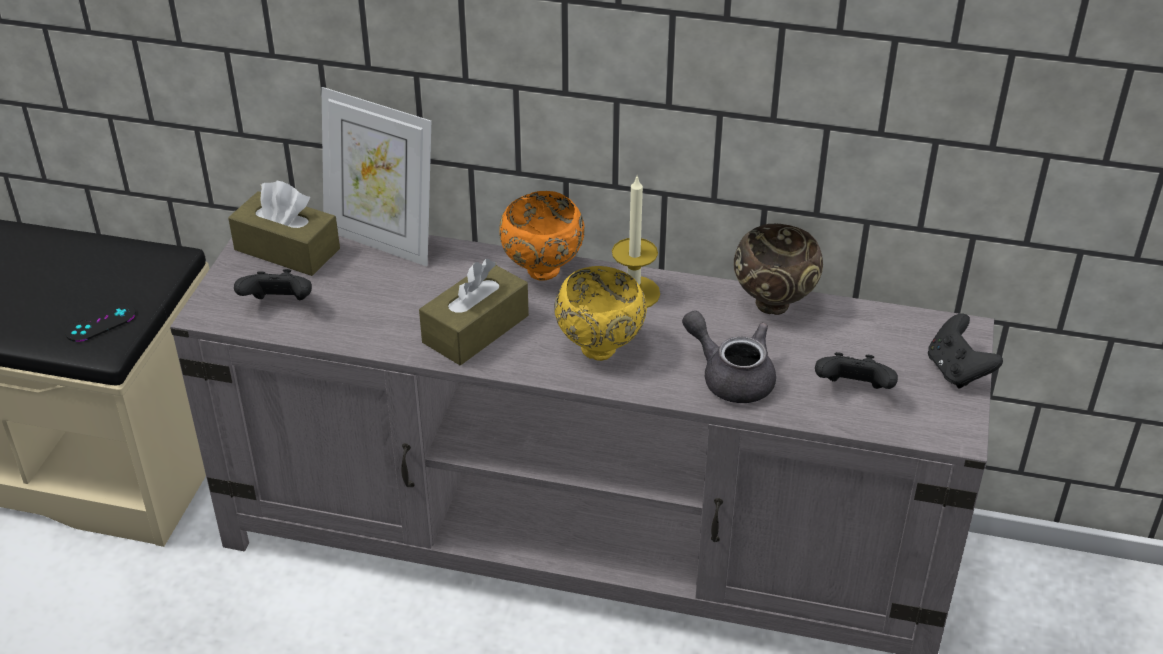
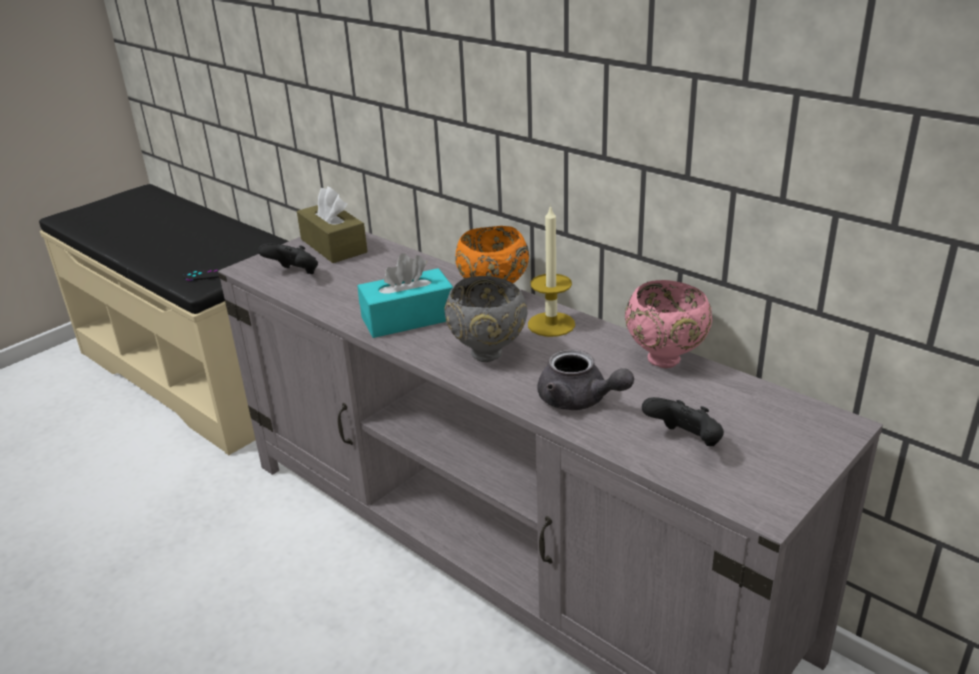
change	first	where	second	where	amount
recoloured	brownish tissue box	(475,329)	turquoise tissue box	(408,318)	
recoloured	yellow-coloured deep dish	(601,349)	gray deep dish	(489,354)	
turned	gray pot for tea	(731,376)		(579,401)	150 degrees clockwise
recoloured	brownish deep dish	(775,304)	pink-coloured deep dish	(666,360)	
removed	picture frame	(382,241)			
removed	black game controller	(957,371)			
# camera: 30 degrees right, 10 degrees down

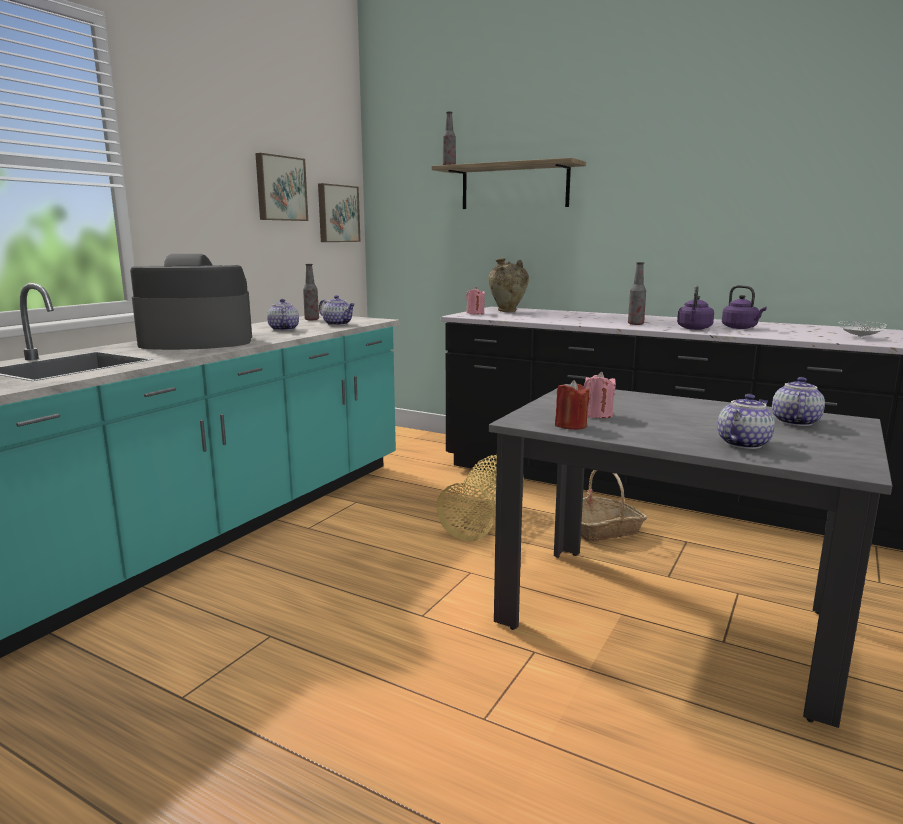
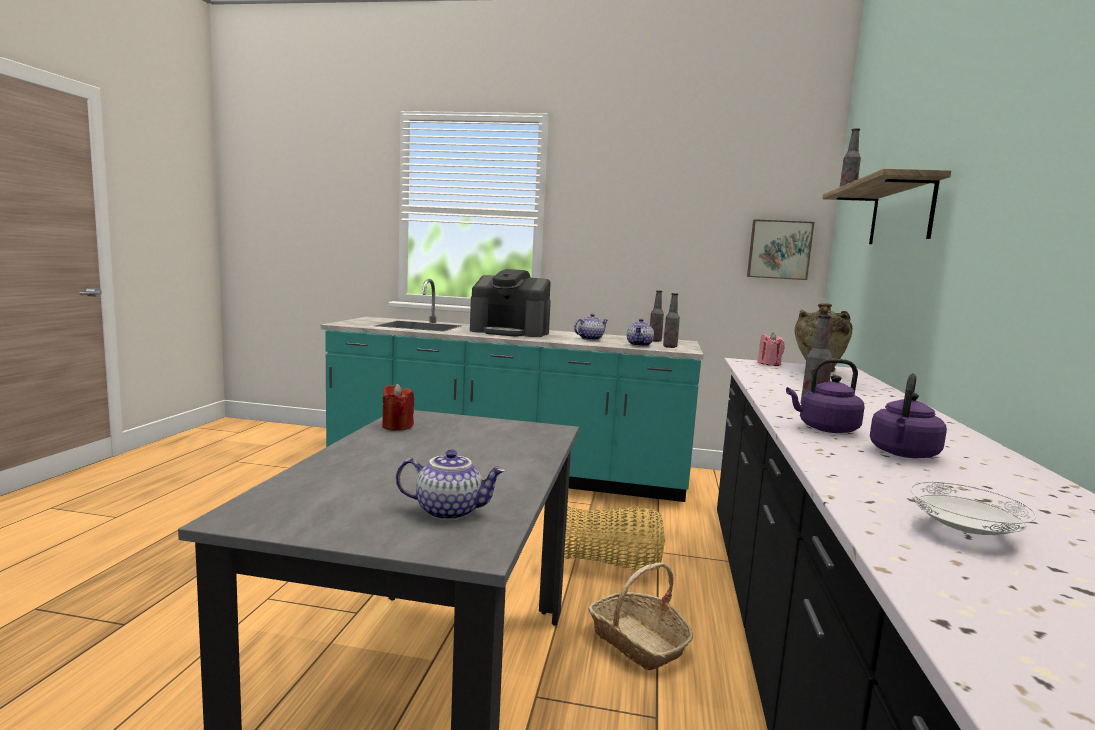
change	first	where	second	where	amount
turned	coffee brewer	(196,342)		(510,332)	135 degrees clockwise
added			beverage bottle	(670,347)	
removed	wall art	(280,188)			
removed	pink-coloured wax candle	(597,415)			
removed	pot for tea	(742,443)			
# camera: 70 degrees right, 5 degrees down

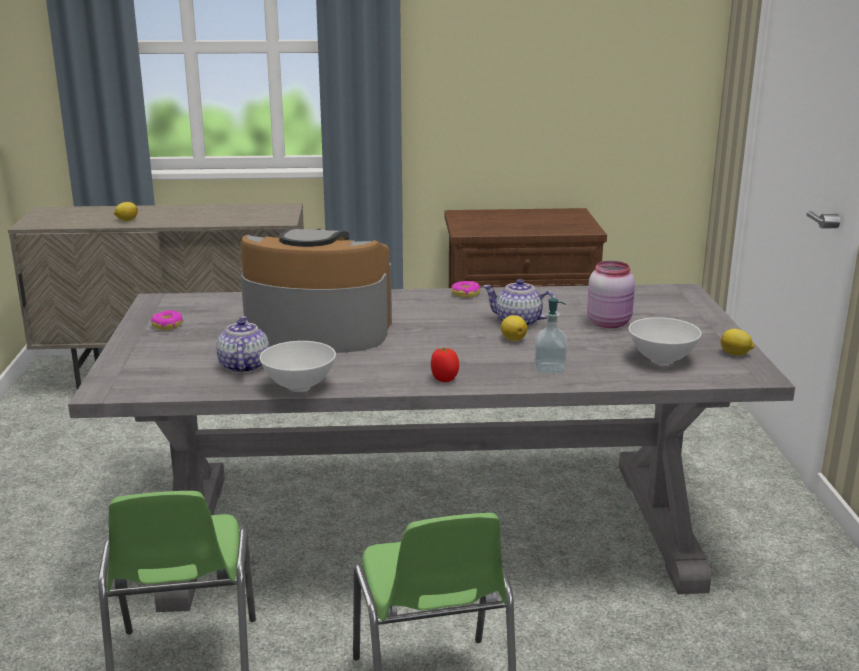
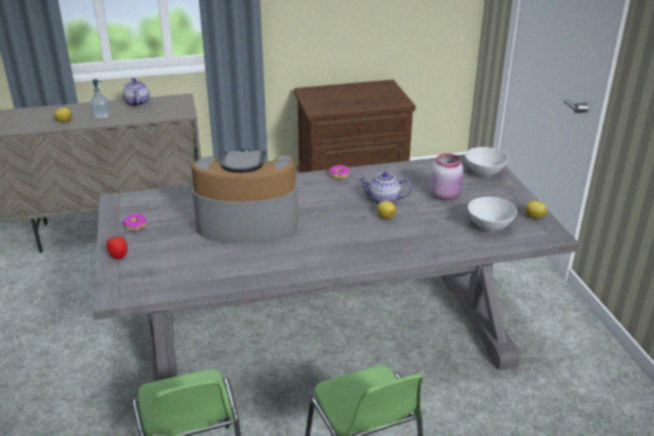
change	first	where	second	where	amount
moved	liquid soap bottle	(549,369)		(101,116)	
moved	whole tomato	(444,379)		(118,256)	
moved	pot for tea	(243,366)		(137,103)	
moved	whitish deep dish	(298,387)		(484,174)	
# camera: 10 degrees left, 10 degrees up

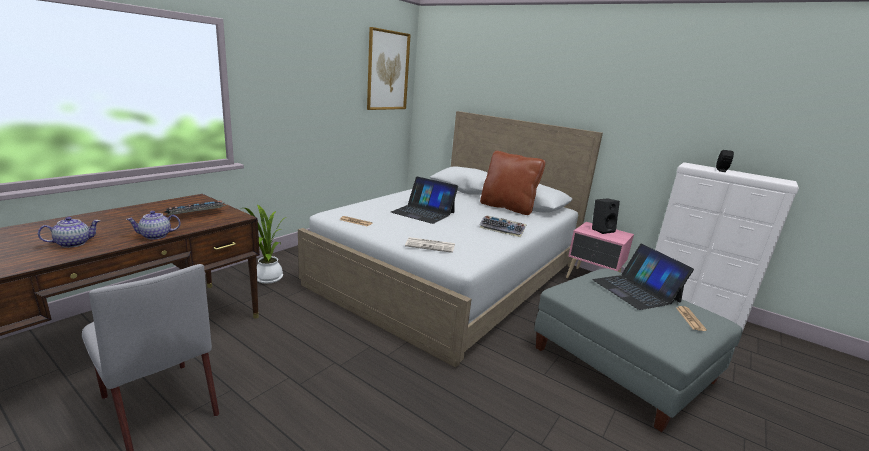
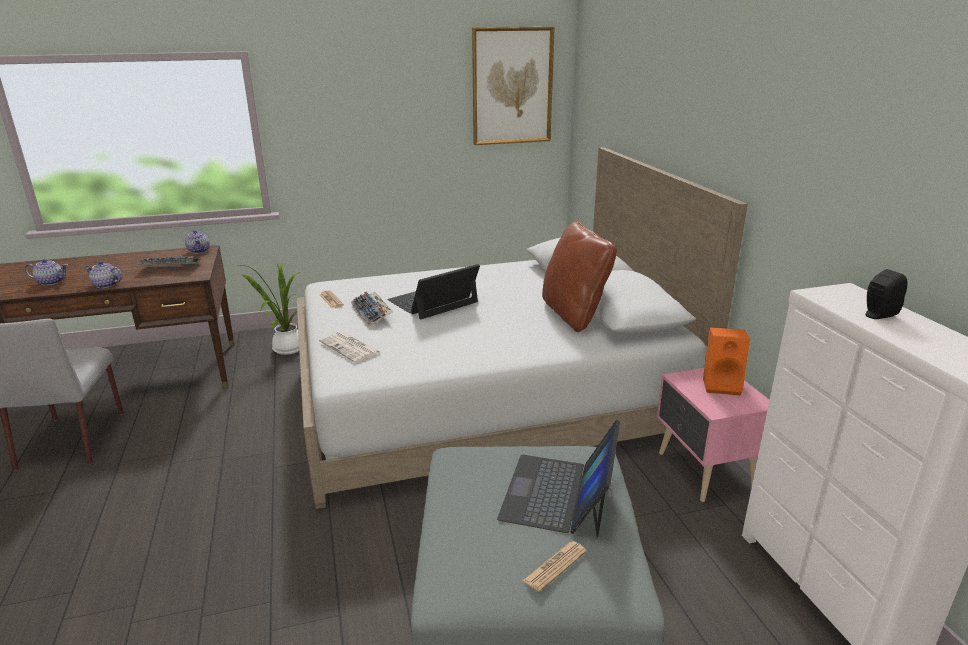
change	first	where	second	where	amount
added			pot for tea	(199,251)	
moved	computer keyboard	(503,229)		(372,313)	
turned	notebook computer	(423,212)		(433,301)	75 degrees clockwise
recoloured	black audio speaker	(602,230)	orangey audio speaker	(722,385)	
# camera: 40 degrees right, 5 degrees up

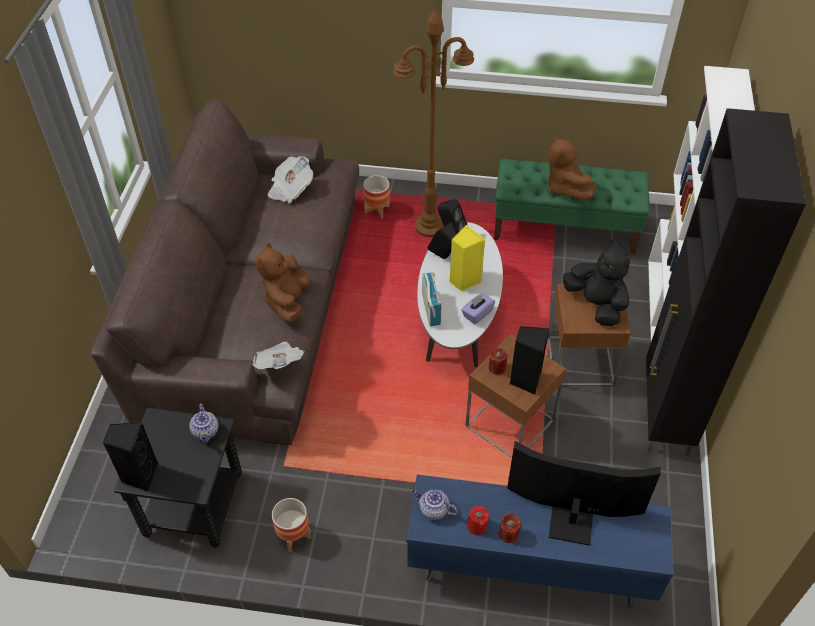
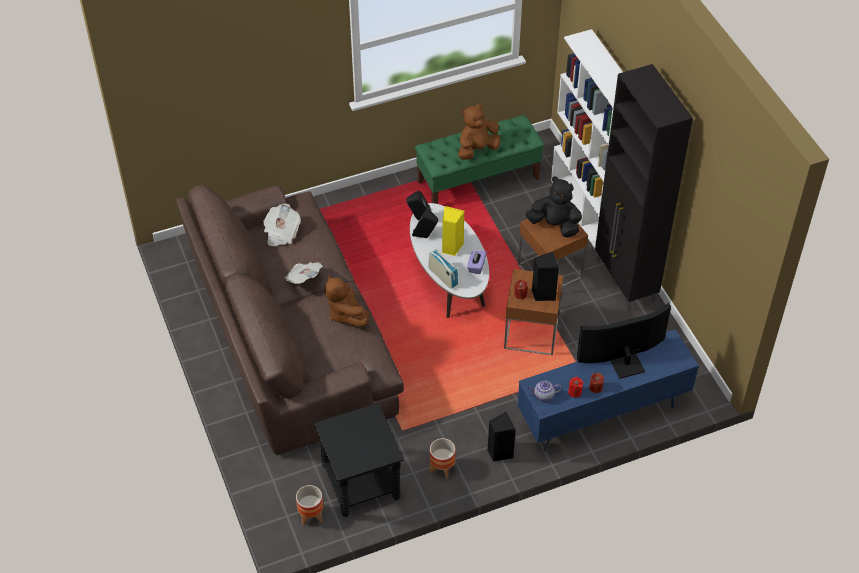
change	first	where	second	where	amount
moved	newspaper	(279,364)		(303,278)	
moved	flower pot	(377,210)		(311,515)	
turned	brownish soft toy	(565,188)		(477,149)	105 degrees clockwise
moved	black audio speaker	(139,475)		(499,452)	
removed	pot for tea	(206,432)			
removed	brownish standard lamp	(430,227)			
# camera: 30 degrees left, 0 degrees up

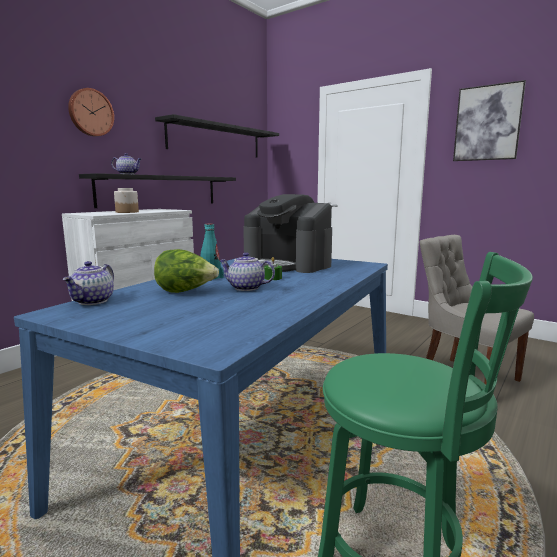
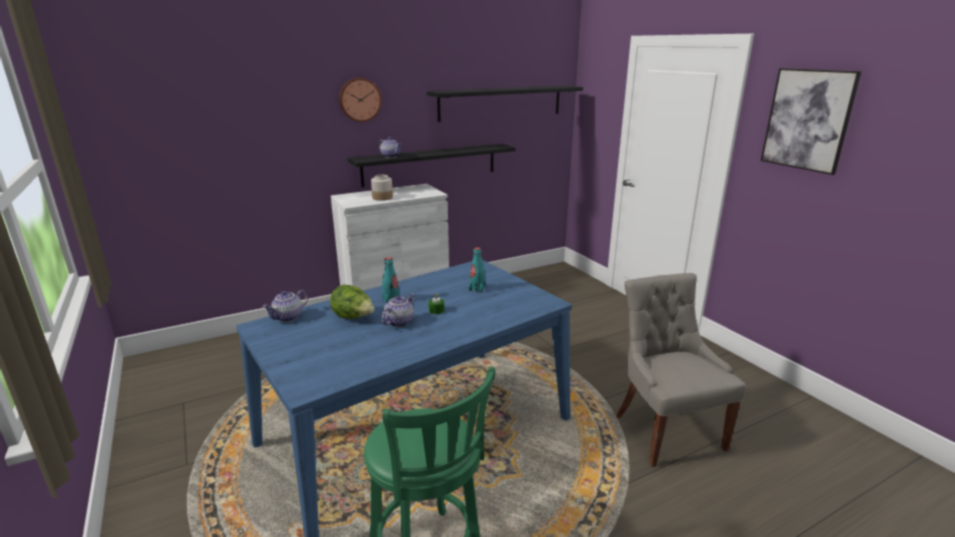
change	first	where	second	where	amount
turned	pot for tea	(245,288)		(399,322)	75 degrees clockwise
replaced	coffee brewer	(288,264)	turquoise beverage bottle	(477,289)	
# camera: 25 degrees right, 10 degrees up

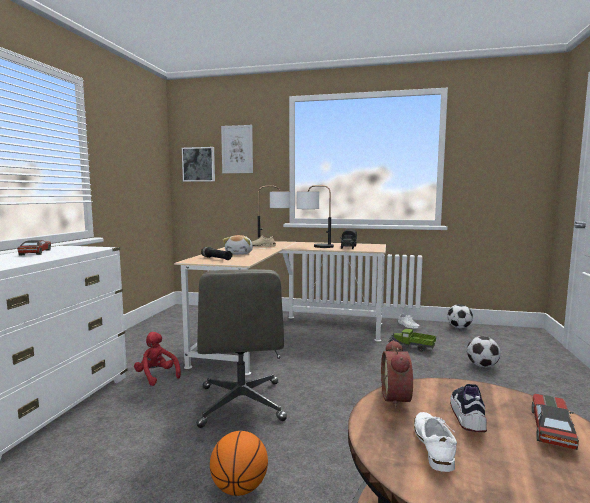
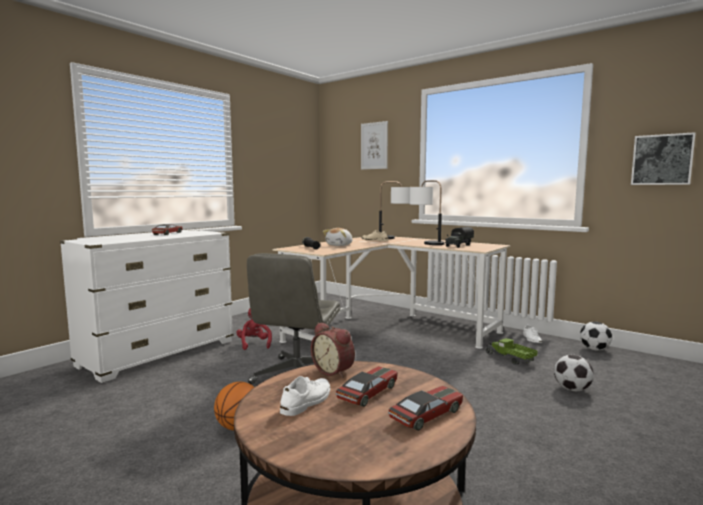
change	first	where	second	where	amount
turned	alarm clock	(398,398)		(334,371)	75 degrees counterclockwise
replaced	low shoe	(468,417)	miniature car	(368,392)	
moved	wall art	(199,164)		(662,160)	
# camera: 25 degrees right, 0 degrees up

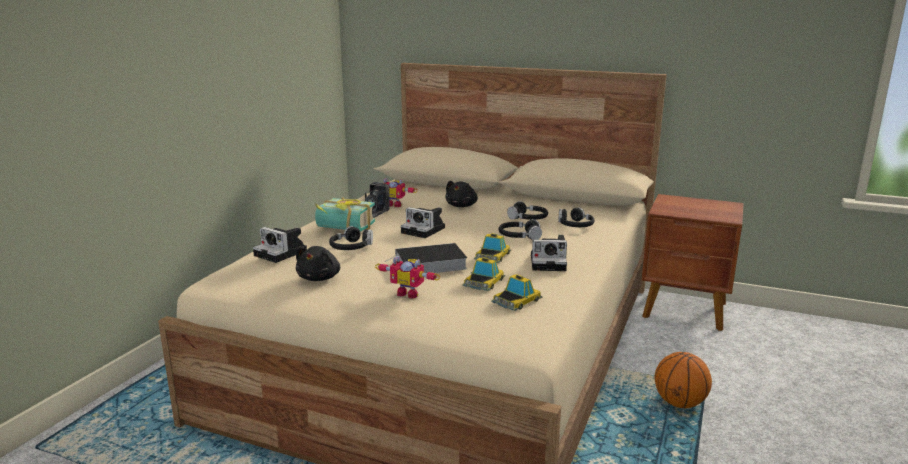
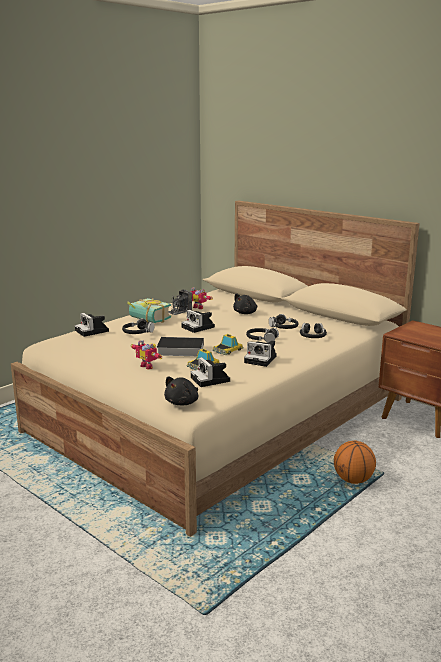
change	first	where	second	where	amount
moved	black soft toy	(320,278)		(183,402)	
replaced	miniature car	(517,300)	still camera	(211,380)	
# camera: 20 degrees right, 0 degrees up

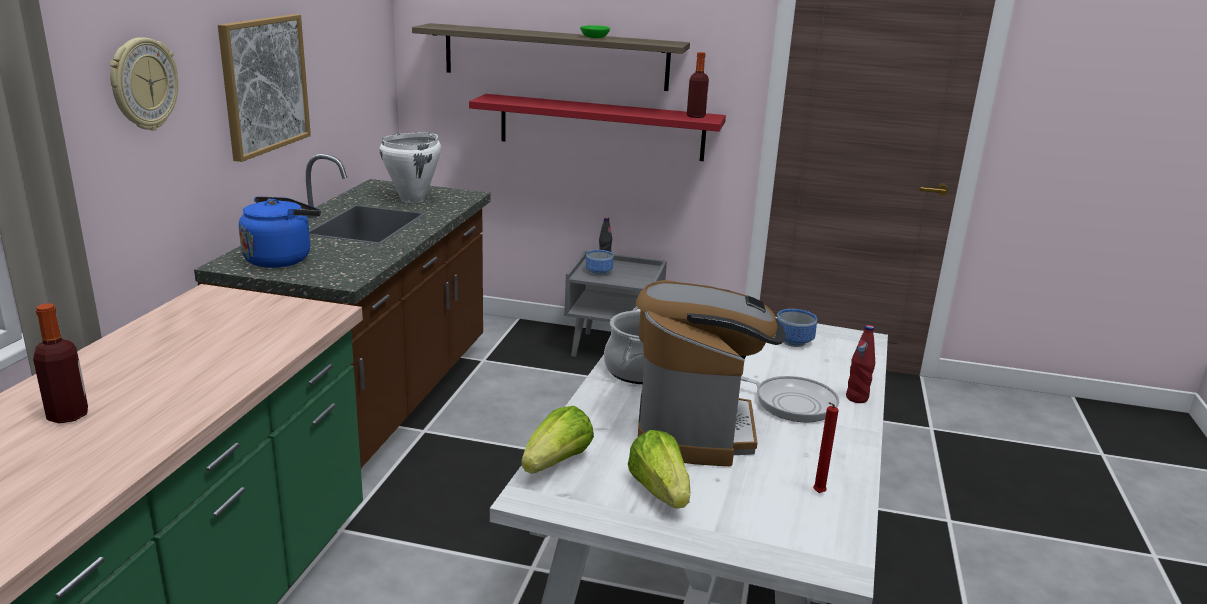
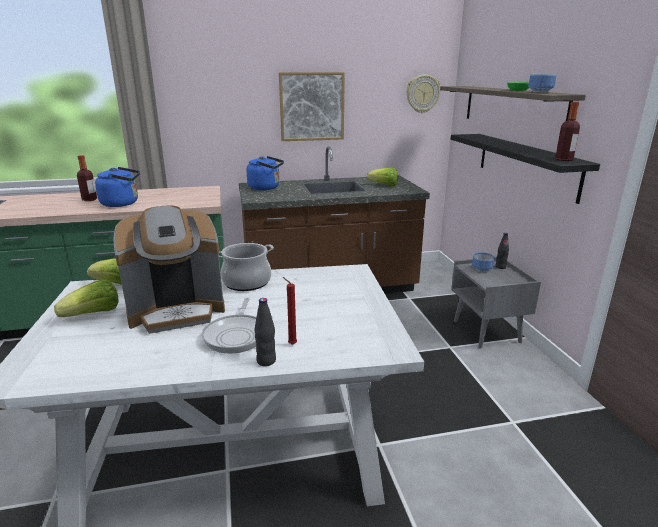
change	first	where	second	where	amount
added			blue-coloured kettle	(122,203)	
recoloured	red beverage bottle	(856,398)	black beverage bottle	(266,361)	
moved	red wax candle	(817,494)		(291,344)	
replaced	whitish cooking pot	(413,199)	lettuce head	(384,185)	
moved	hanging clock	(143,84)		(422,94)	
recoloured	red shelf	(601,127)	black shelf	(525,164)	
moved	deep dish	(792,342)		(539,92)	
# camera: 65 degrees right, 0 degrees up

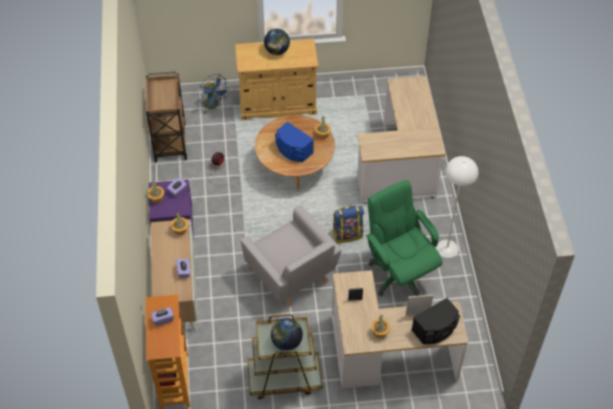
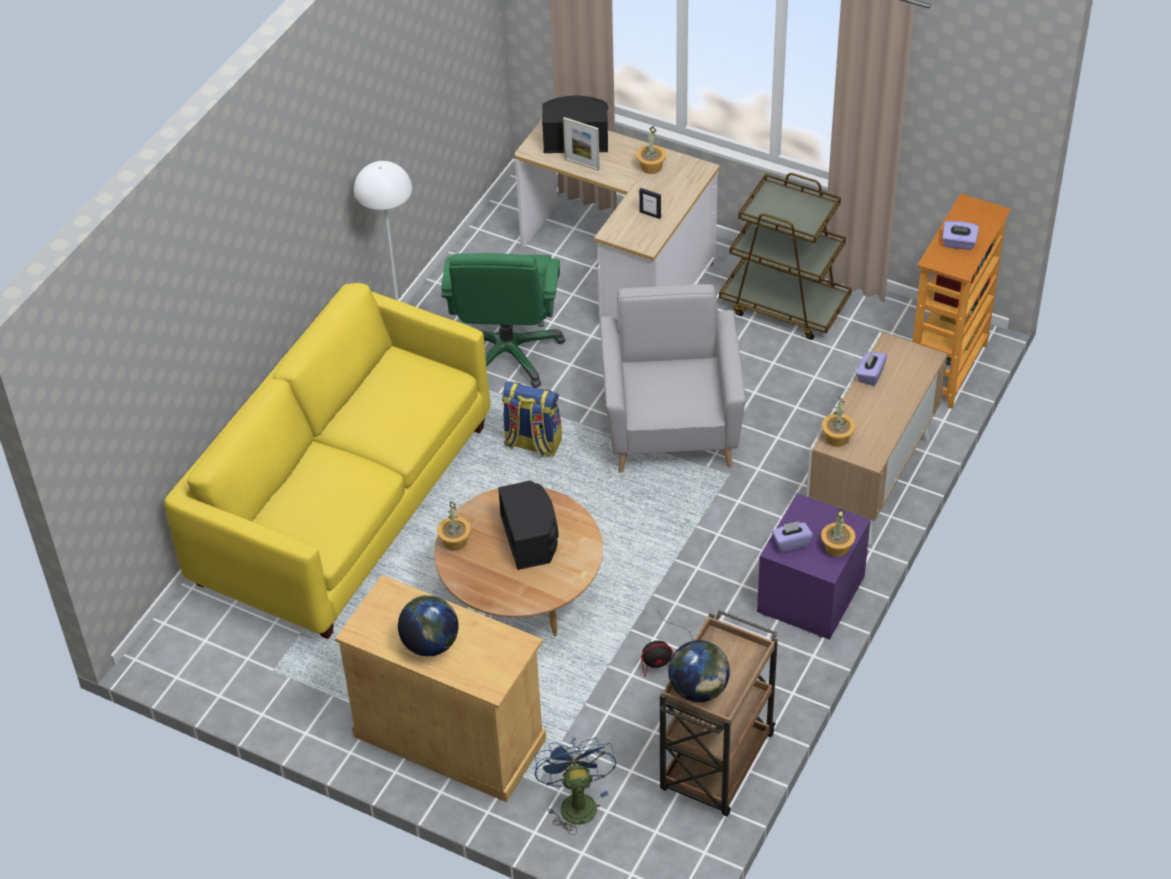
change	first	where	second	where	amount
replaced	desk	(401,167)	yellow-coloured sofa	(344,504)	
recoloured	blue-coloured audio speaker	(293,150)	black audio speaker	(531,538)	
moved	desk globe	(286,342)		(698,690)	
# camera: 145 degrees left, 5 degrees down

